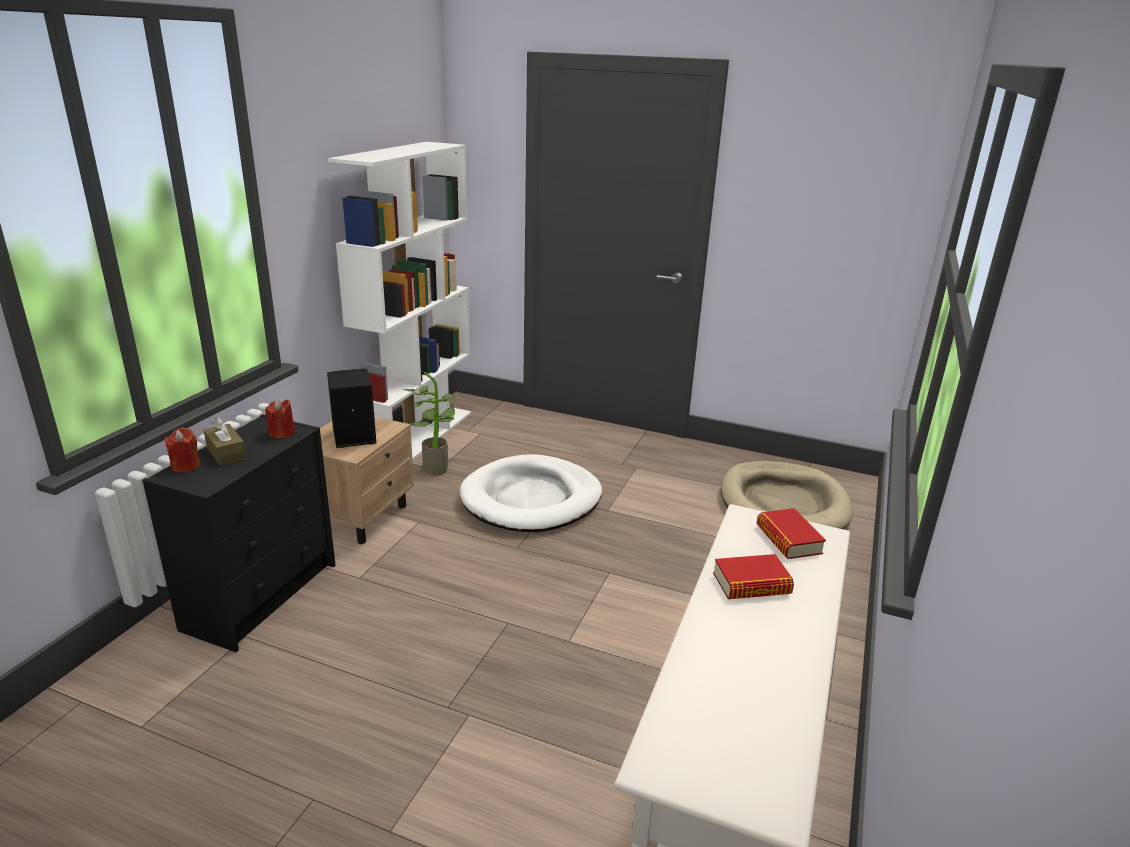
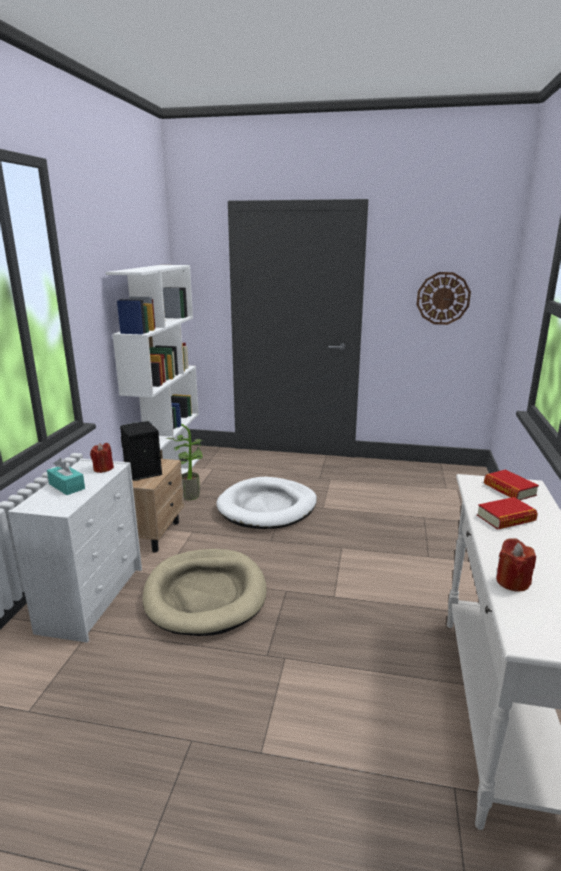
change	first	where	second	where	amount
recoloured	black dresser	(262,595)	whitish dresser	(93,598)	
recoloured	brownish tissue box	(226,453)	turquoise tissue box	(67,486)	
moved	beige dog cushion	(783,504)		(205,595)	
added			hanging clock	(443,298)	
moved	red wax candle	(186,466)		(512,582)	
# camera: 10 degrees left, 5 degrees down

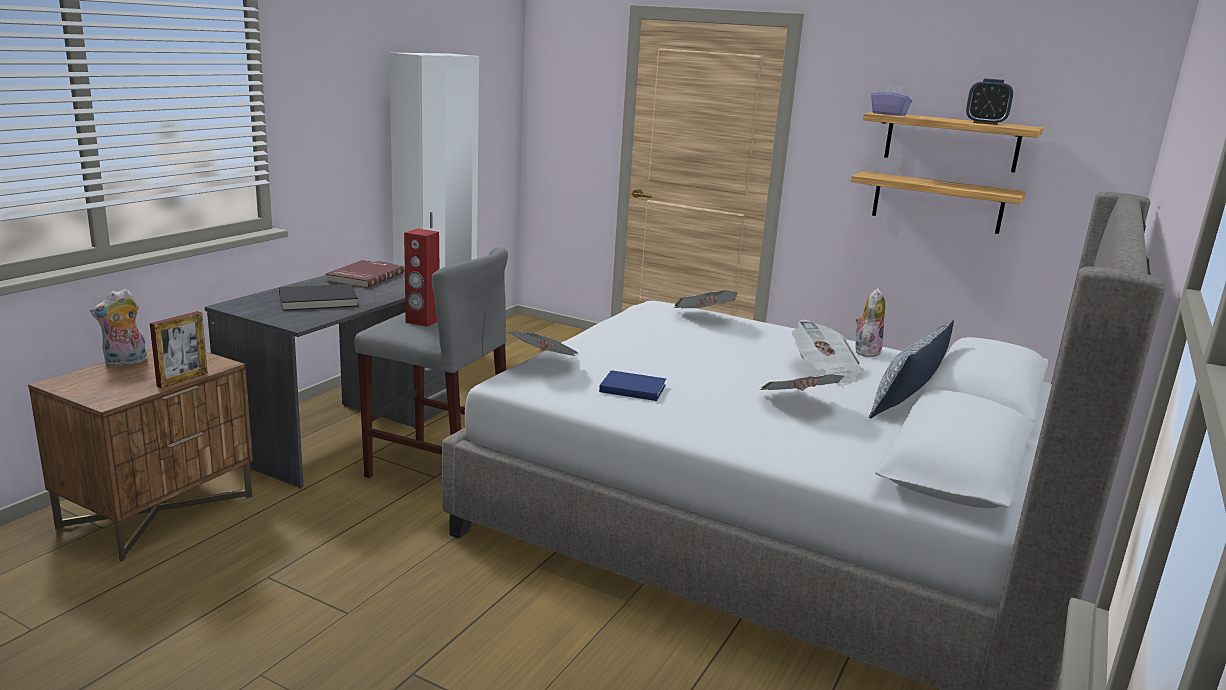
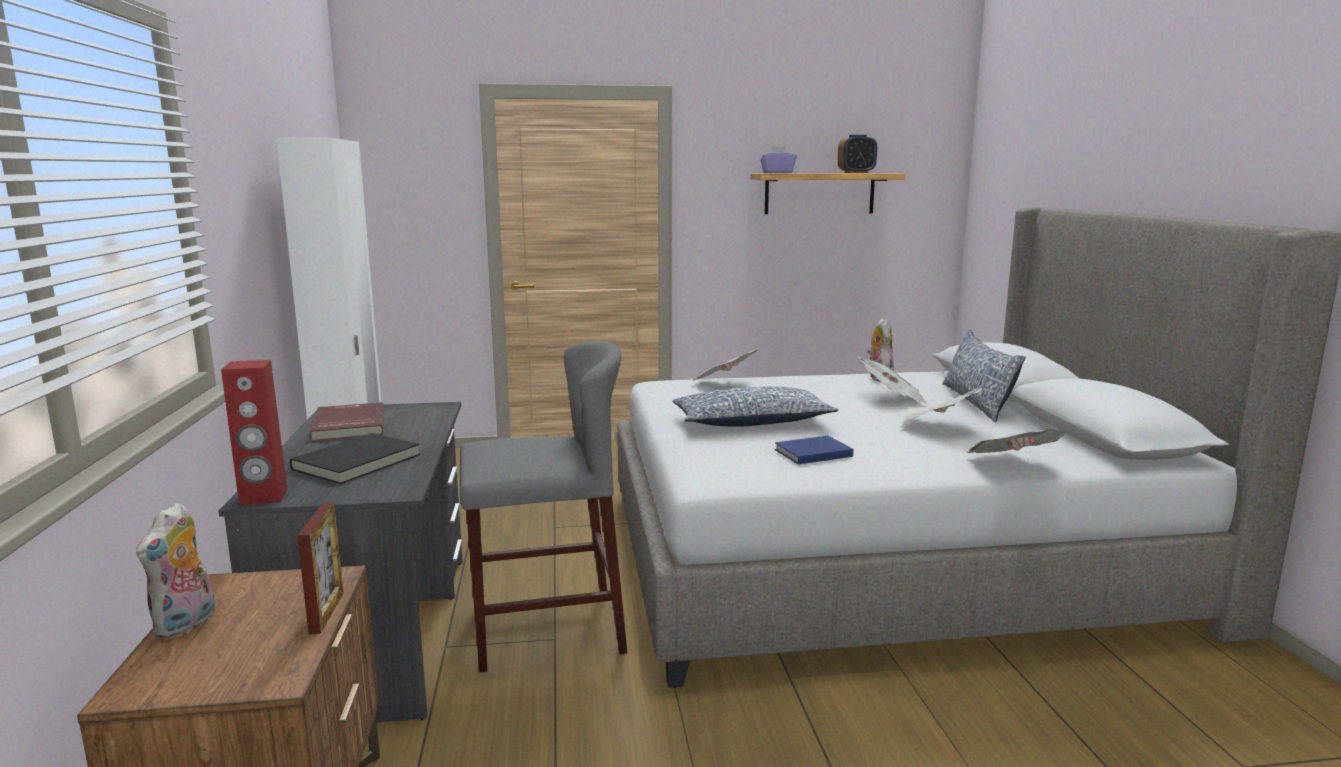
change	first	where	second	where	amount
moved	red audio speaker	(422,321)		(263,497)	
added			pillow	(751,422)	
moved	newspaper	(545,364)		(1012,465)	
removed	shelf	(937,202)			
# camera: 35 degrees left, 5 degrees down

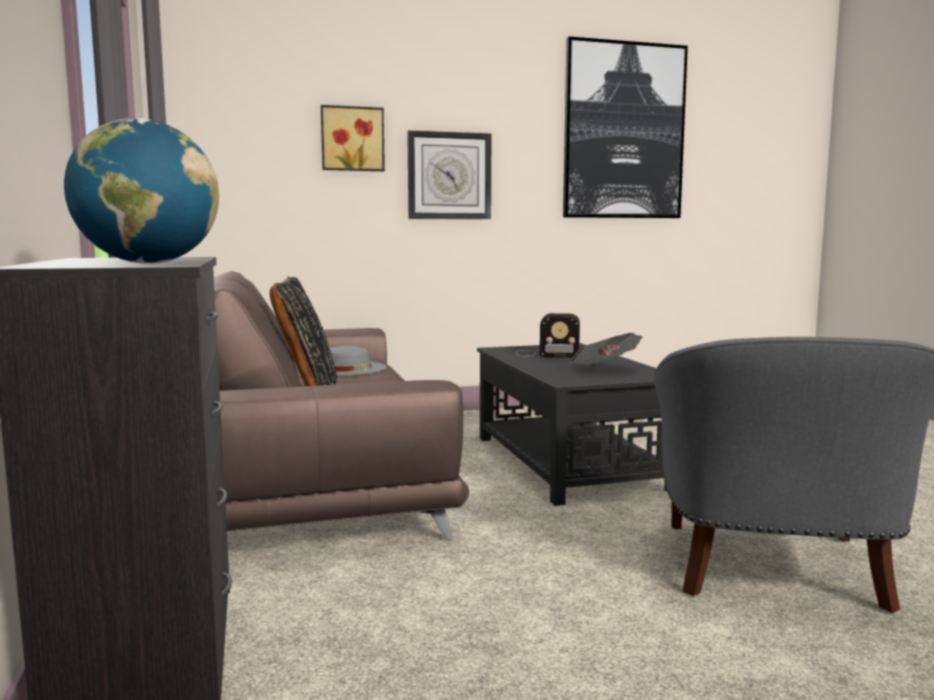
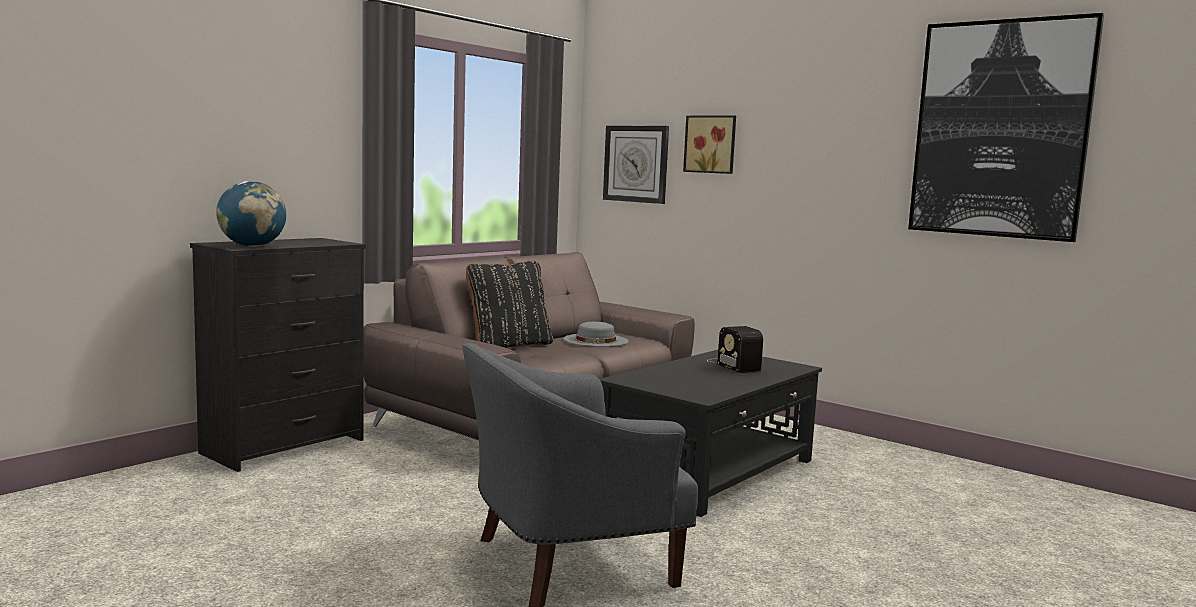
change	first	where	second	where	amount
moved	hanging clock	(449,176)		(636,164)	
removed	newspaper	(604,369)			
# camera: 55 degrees right, 0 degrees up

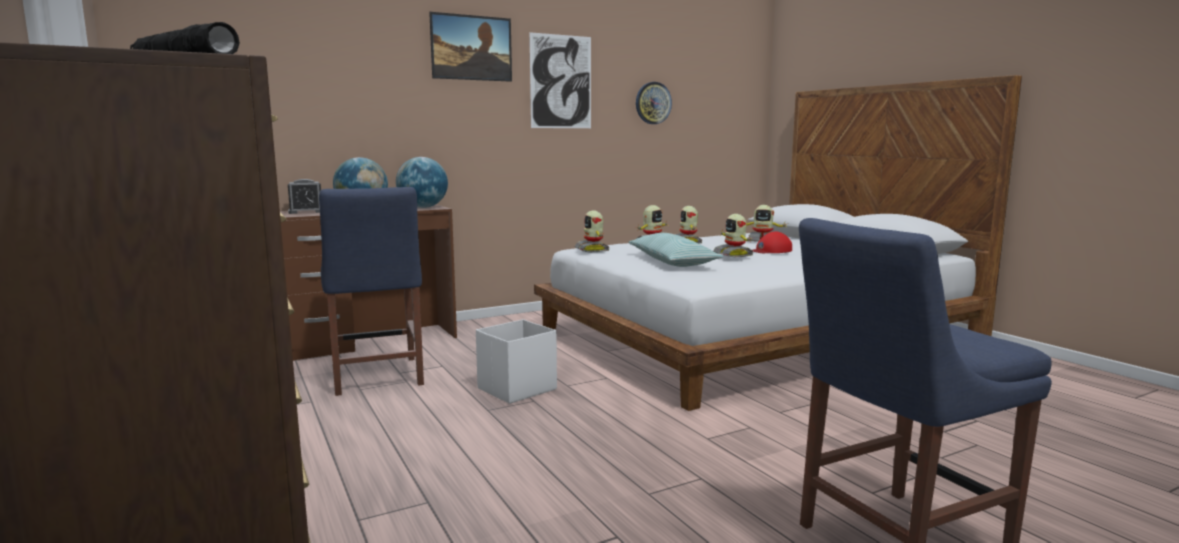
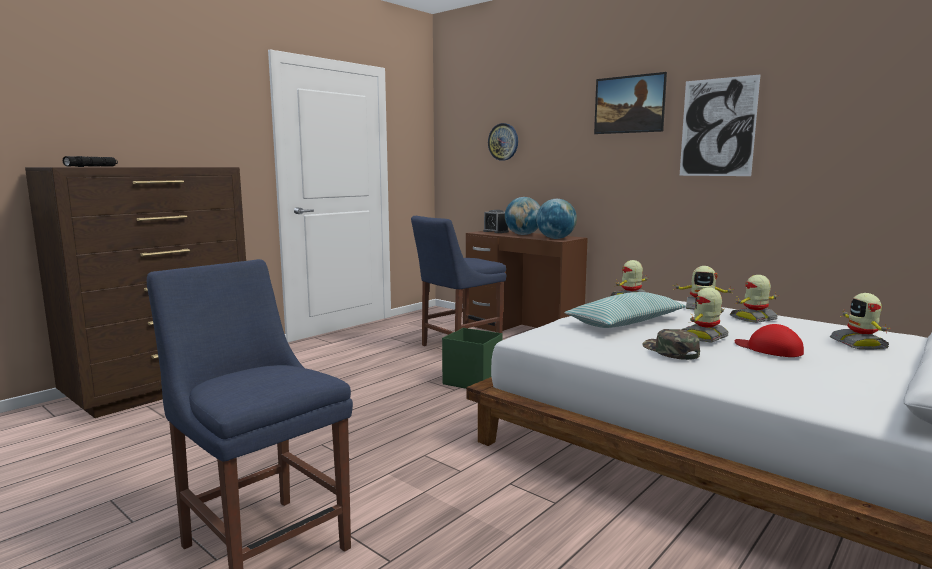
change	first	where	second	where	amount
recoloured	whitish storage box	(516,389)	green-coloured storage box	(472,381)	
moved	hanging clock	(653,103)		(503,142)	
added			green-coloured cap	(670,351)	
# camera: 70 degrees right, 0 degrees up

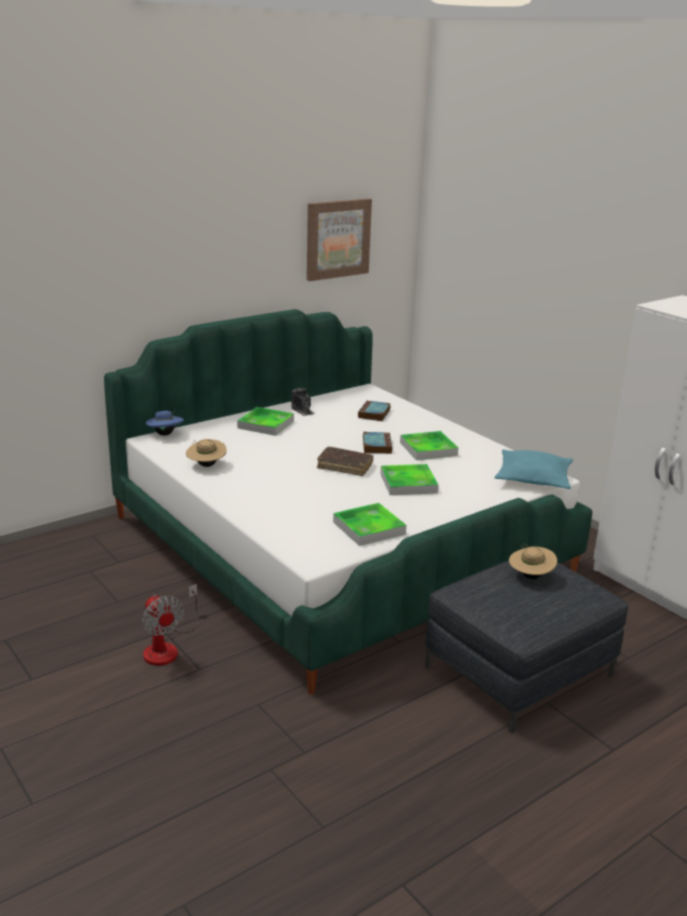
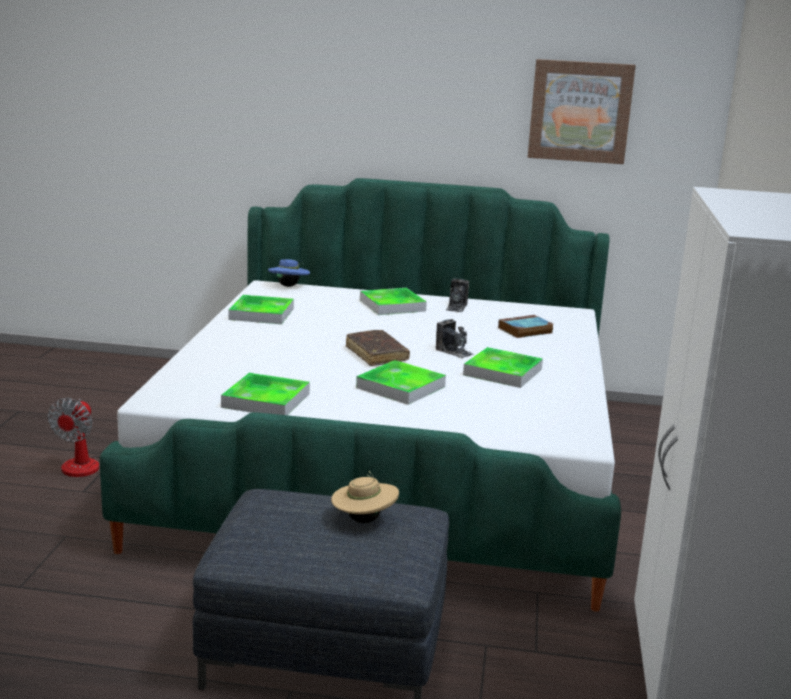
change	first	where	second	where	amount
replaced	beige hat	(206,465)	serving tray	(261,314)	
replaced	book	(376,445)	still camera	(454,352)	
removed	turquoise pillow	(533,478)			
# camera: 45 degrees right, 5 degrees down

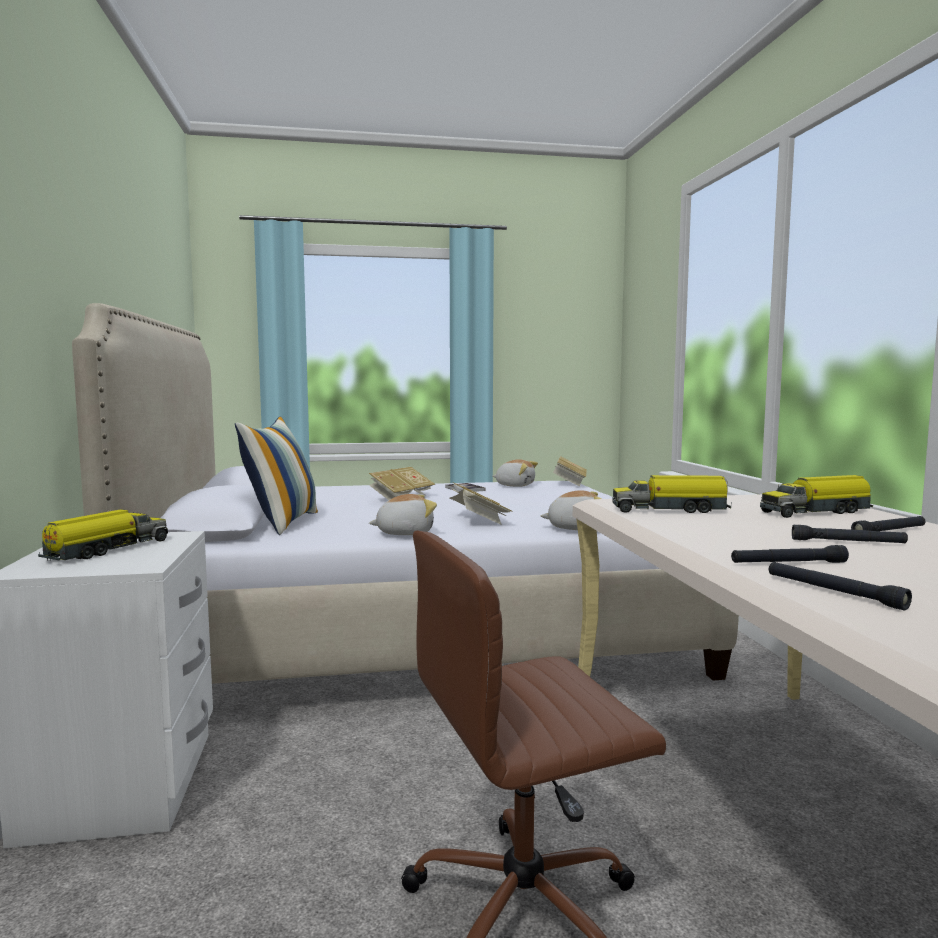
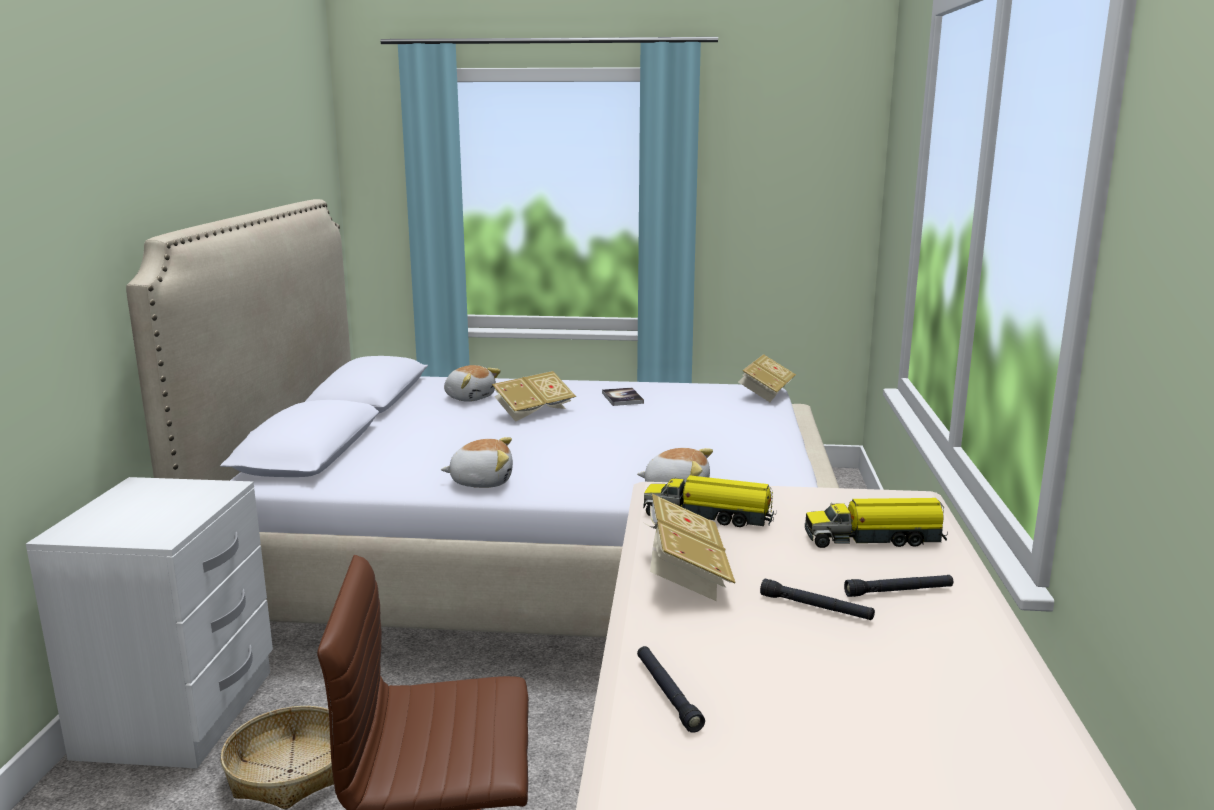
change	first	where	second	where	amount
added			basket	(290,771)	
moved	soft toy	(515,485)		(470,397)	
moved	book	(478,519)		(685,574)	
removed	model truck	(107,550)			
removed	pillow	(282,522)			
removed	black flashlight	(788,563)			
# camera: 15 degrees right, 10 degrees up

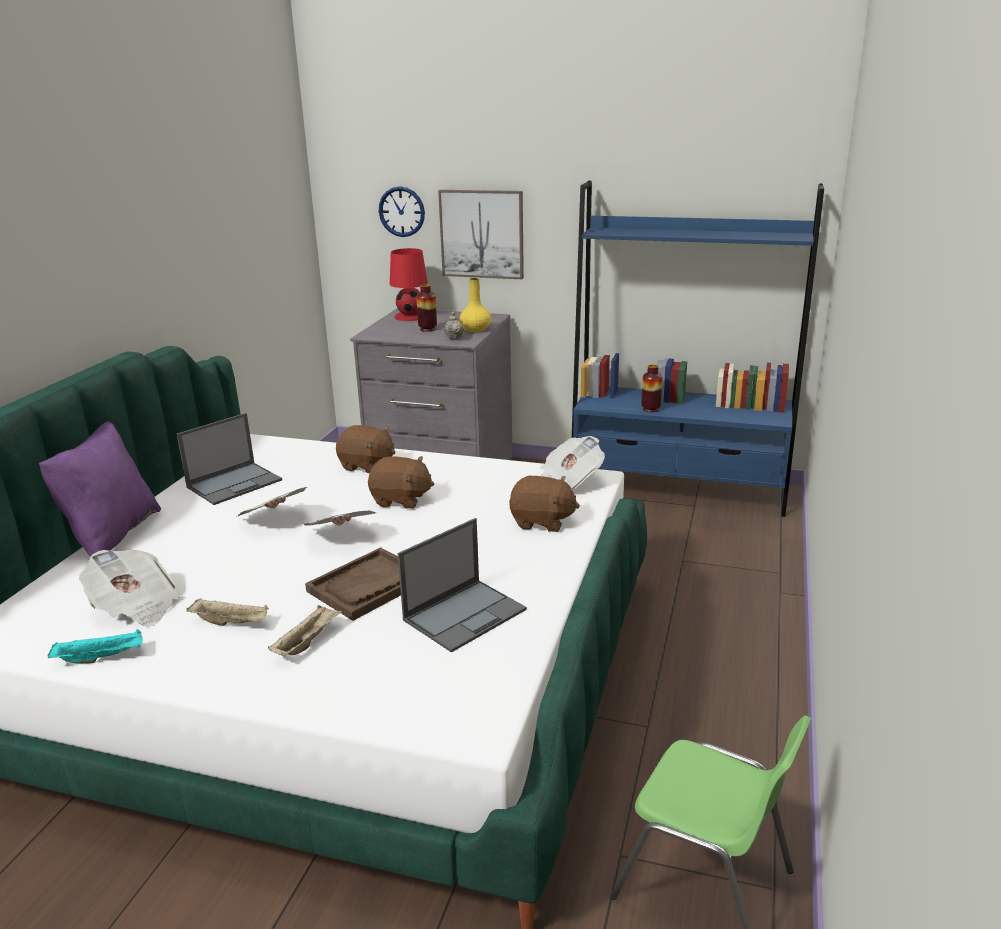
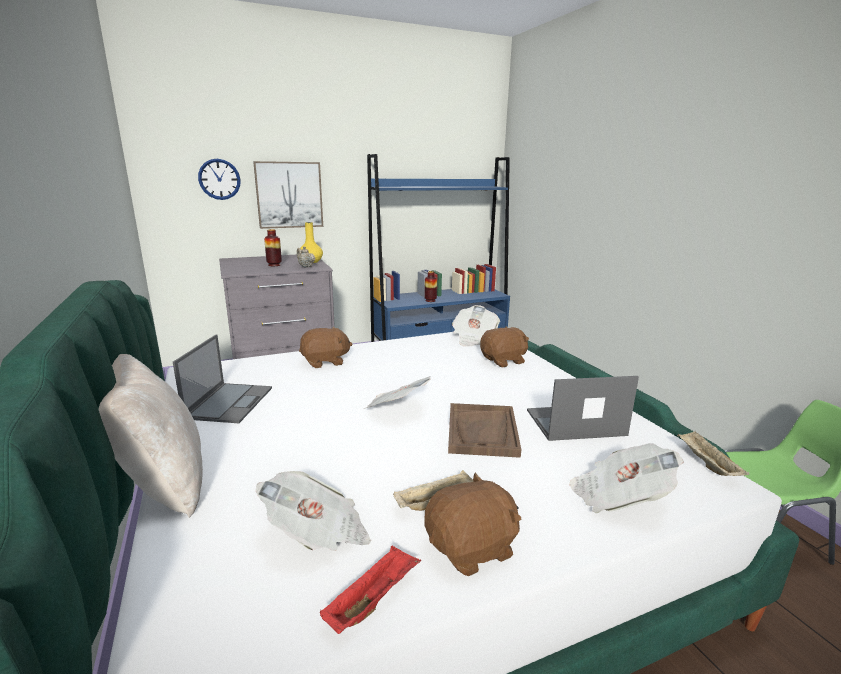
change	first	where	second	where	amount
recoloured	purple-coloured pillow	(112,534)	beige pillow	(163,483)	
recoloured	turquoise serving tray	(101,657)	red serving tray	(373,600)	
moved	brownish soft toy	(401,500)		(472,548)	
turned	notebook computer	(465,614)		(574,423)	105 degrees counterclockwise
moved	newspaper	(274,519)		(618,497)	
moved	beige serving tray	(307,642)		(706,464)	
removed	red lamp for a table	(410,316)			
# camera: 40 degrees left, 5 degrees down

